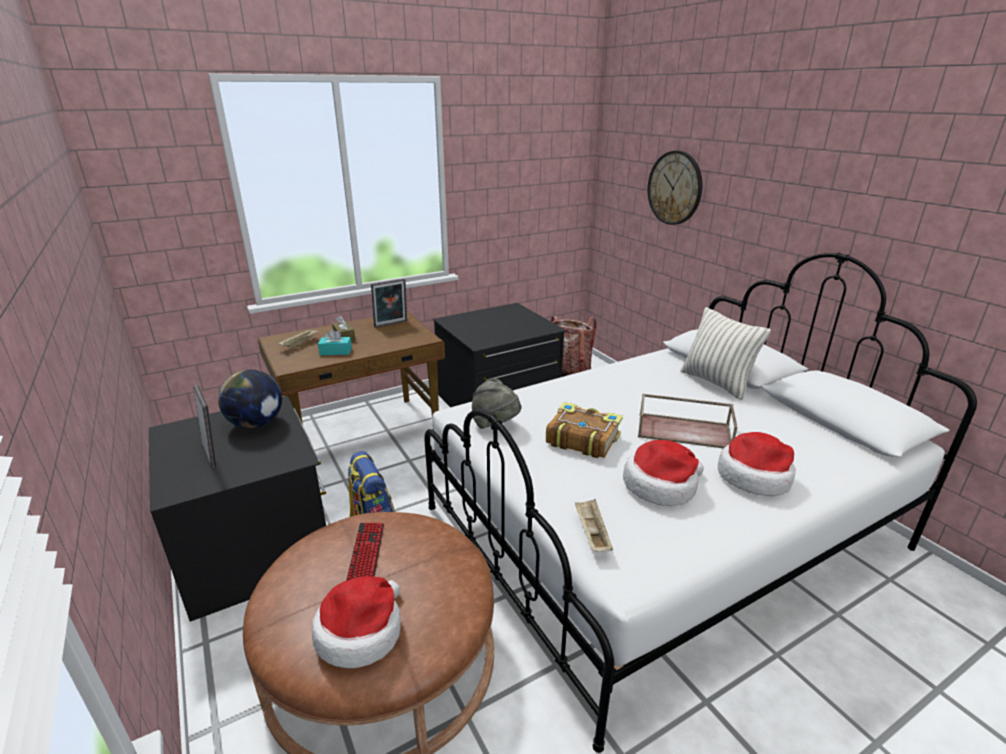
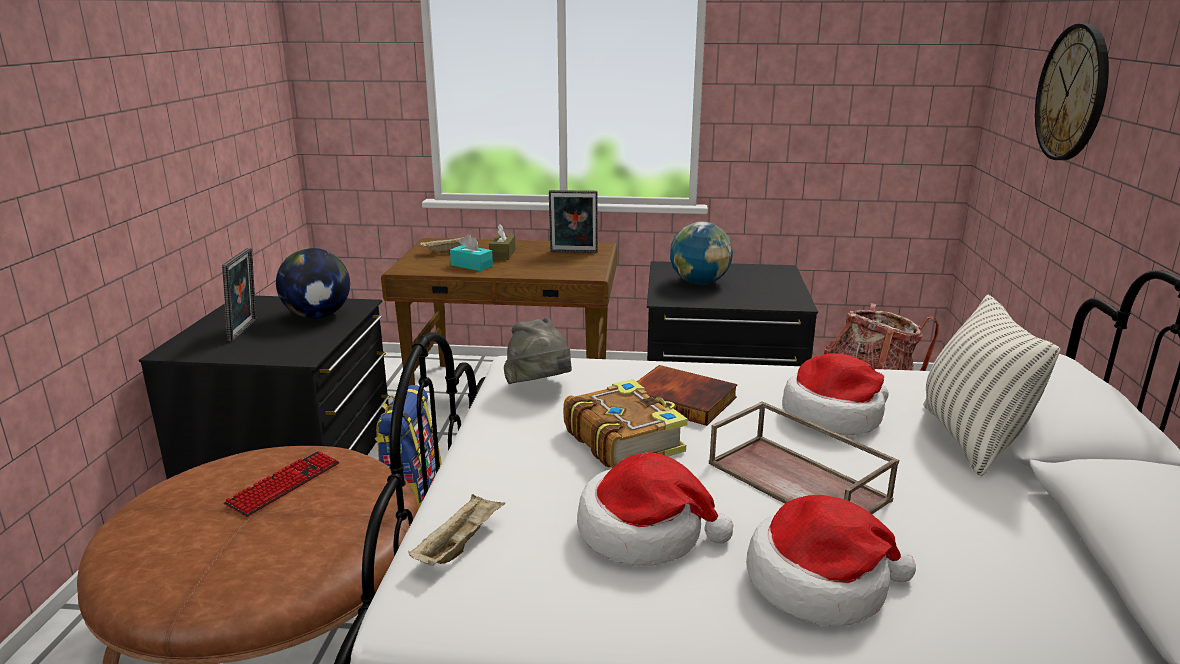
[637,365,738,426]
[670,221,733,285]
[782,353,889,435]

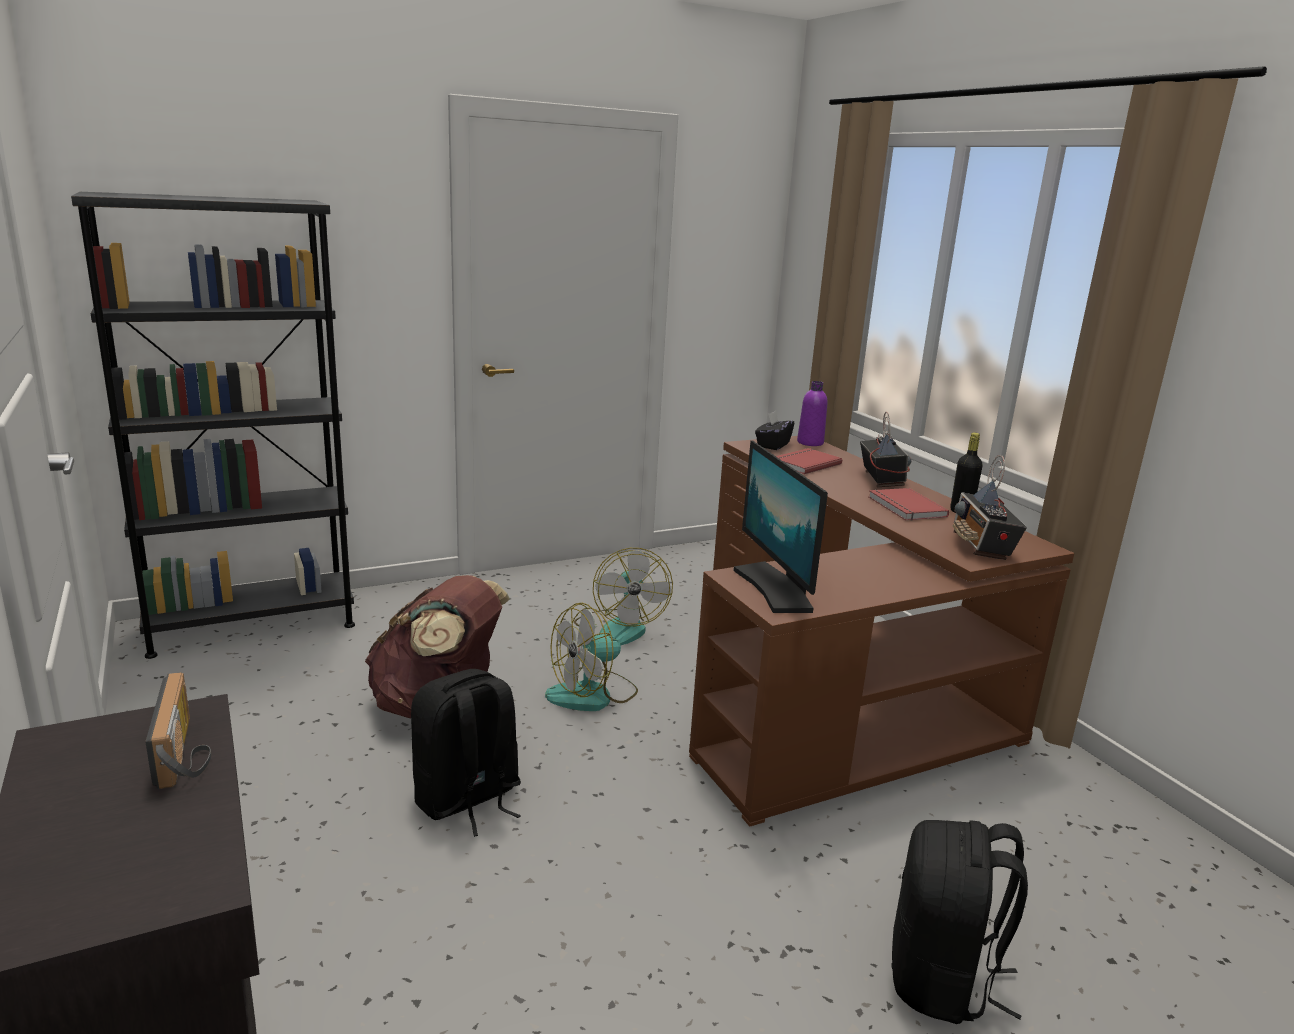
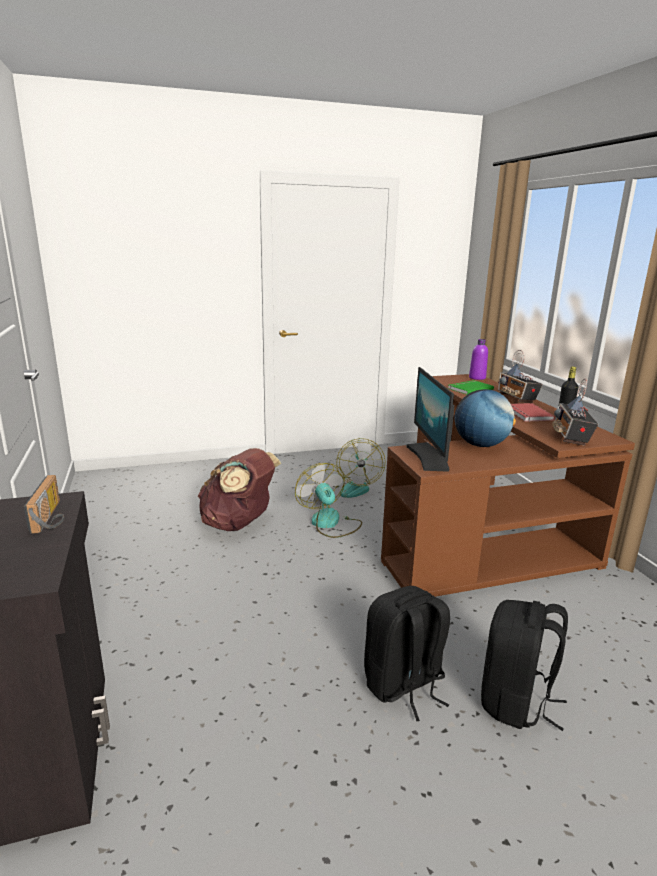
[71,192,355,659] (first image)
[755,411,795,450] (first image)
[455,389,516,447]
[364,586,450,721]
[447,380,494,395]
[295,463,362,538]
[498,350,543,403]

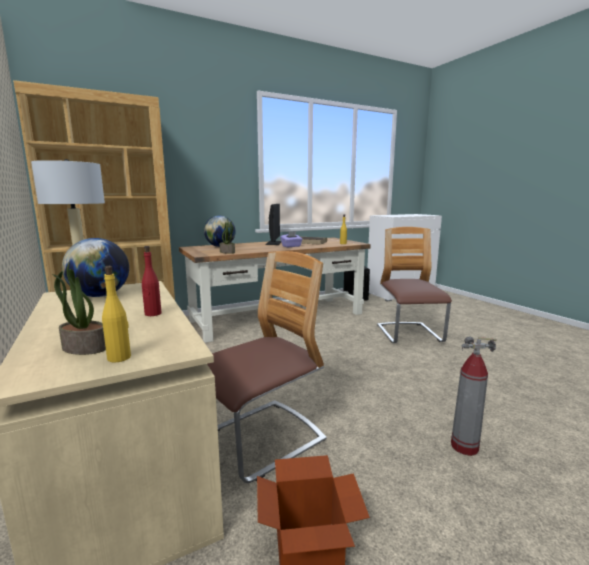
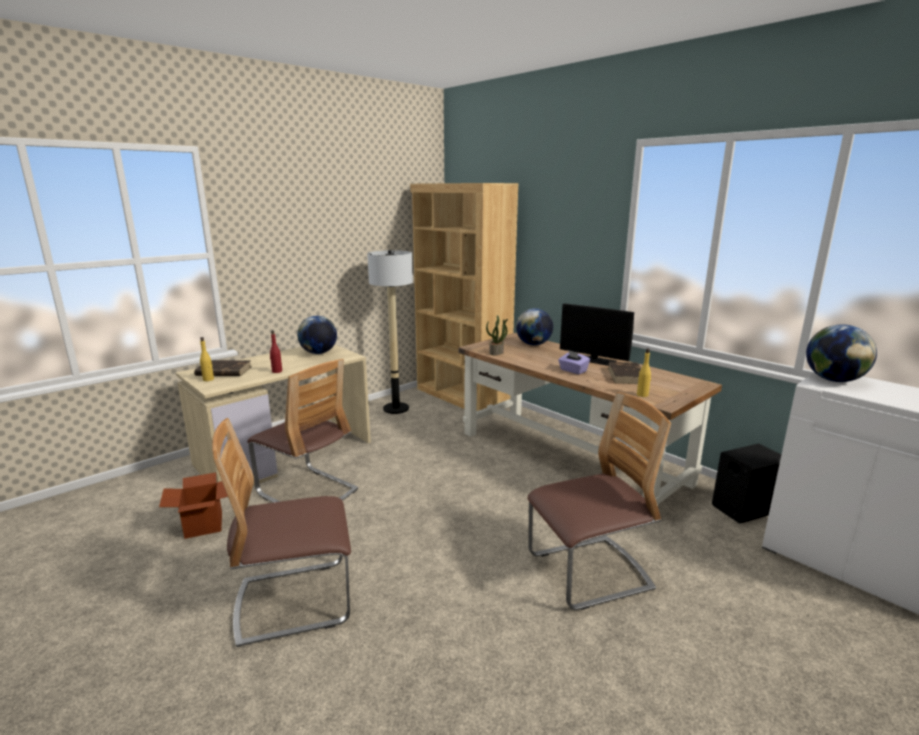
[806,324,877,382]
[194,360,251,376]
[212,418,351,647]
[560,304,634,366]

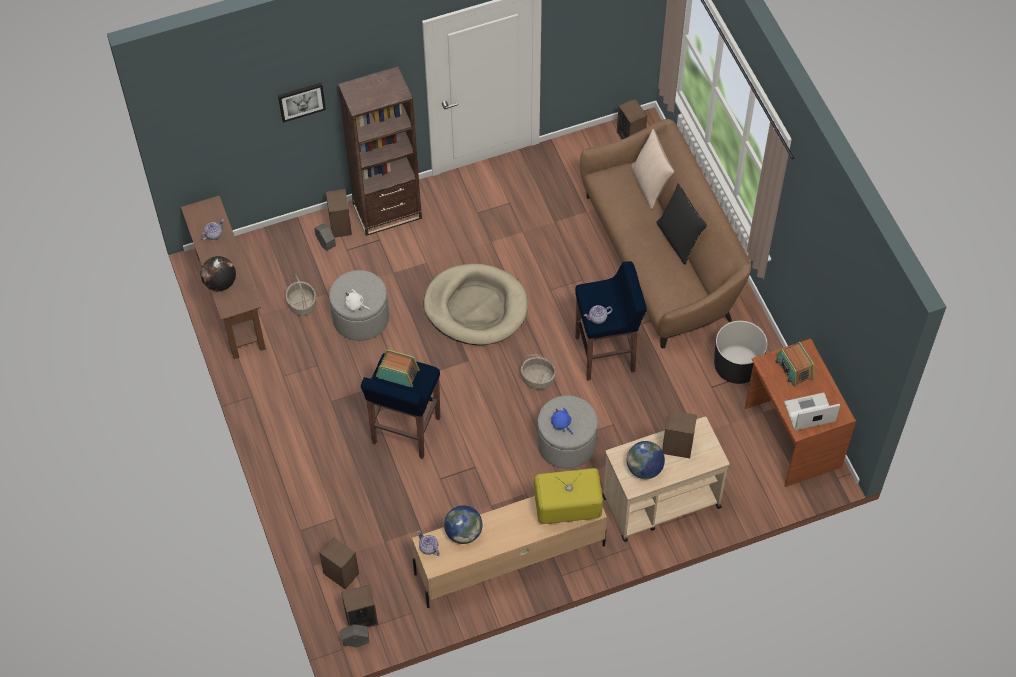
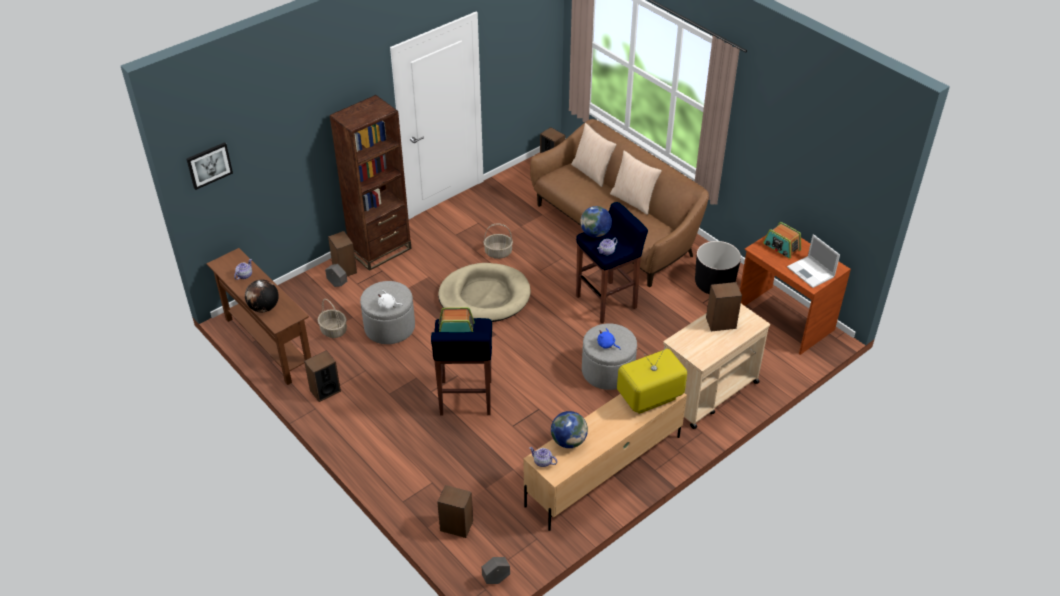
[187,142,233,190]
[304,350,341,402]
[483,223,513,259]
[580,206,612,238]
[610,150,662,215]
[787,234,840,288]

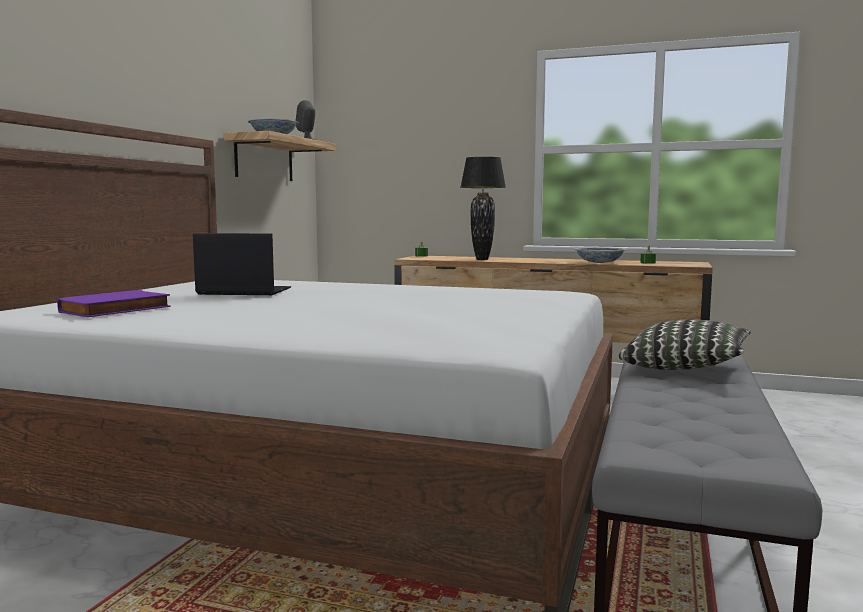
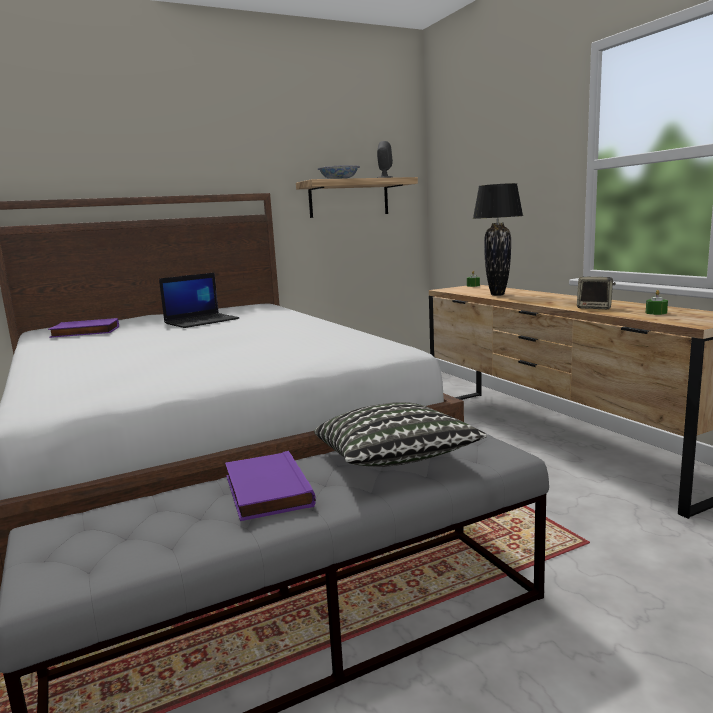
[225,451,316,521]
[577,277,616,309]
[159,273,239,328]

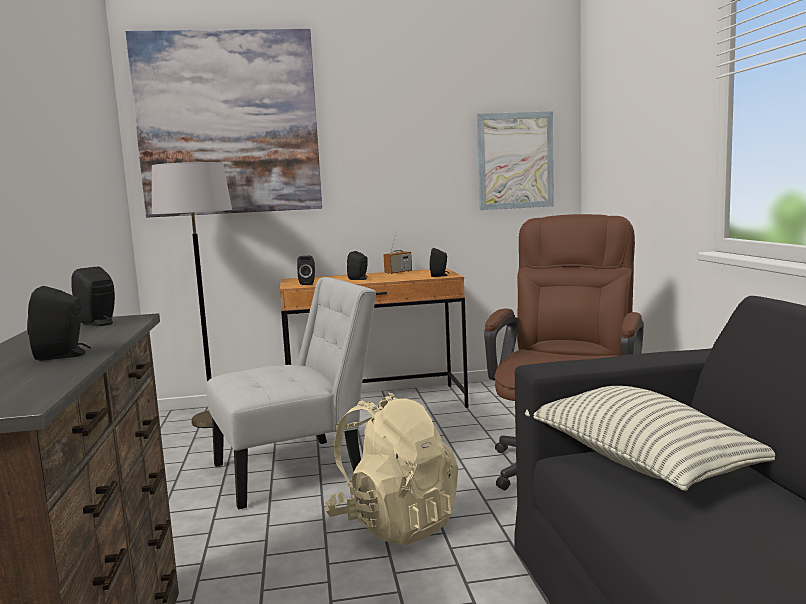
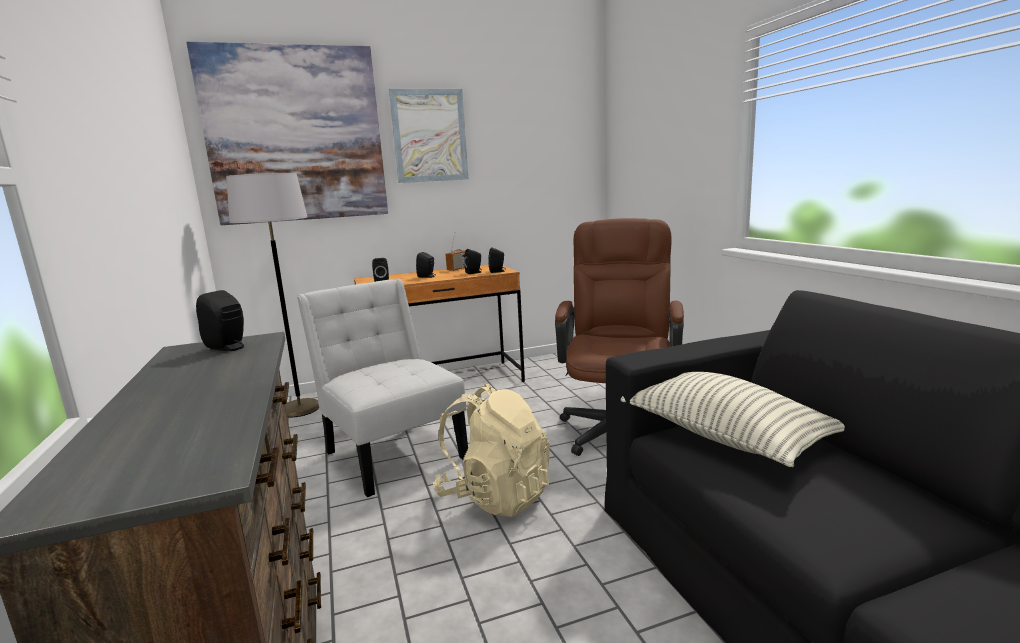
[464,249,482,274]
[389,89,468,183]
[297,279,468,497]

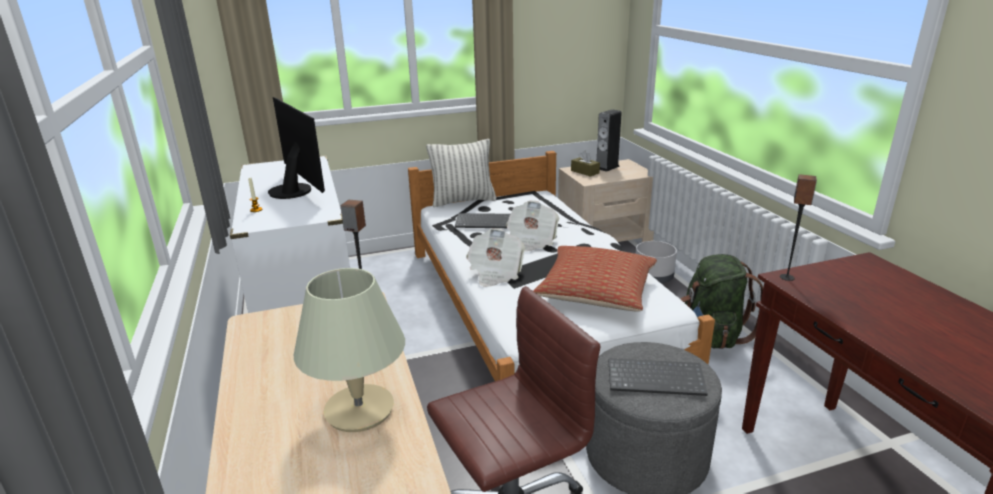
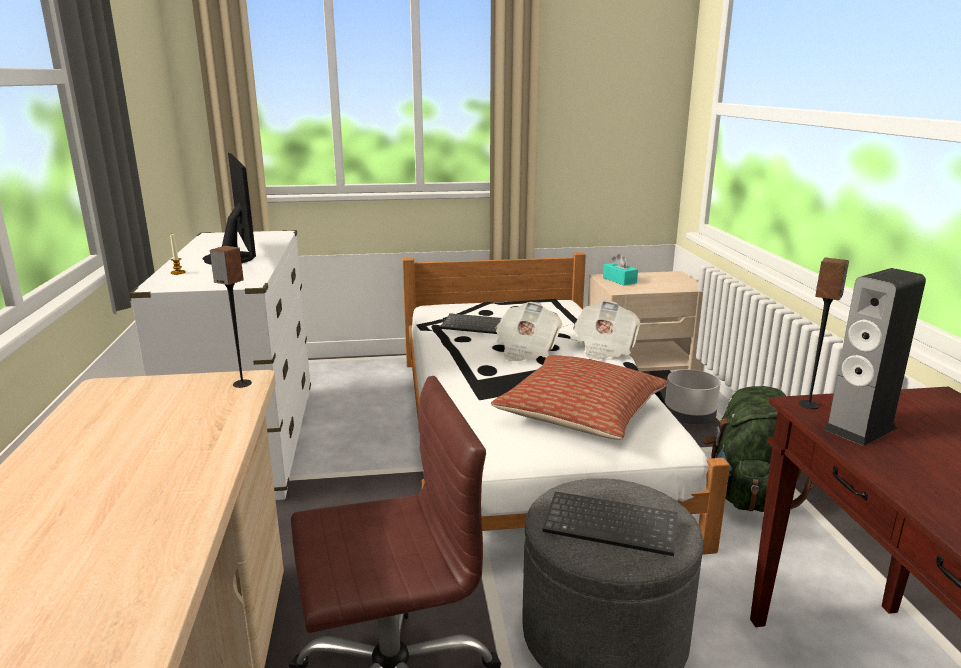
[294,268,405,432] (first image)
[426,139,496,207] (first image)
[573,300,641,360]
[823,268,926,446]
[603,253,638,285]

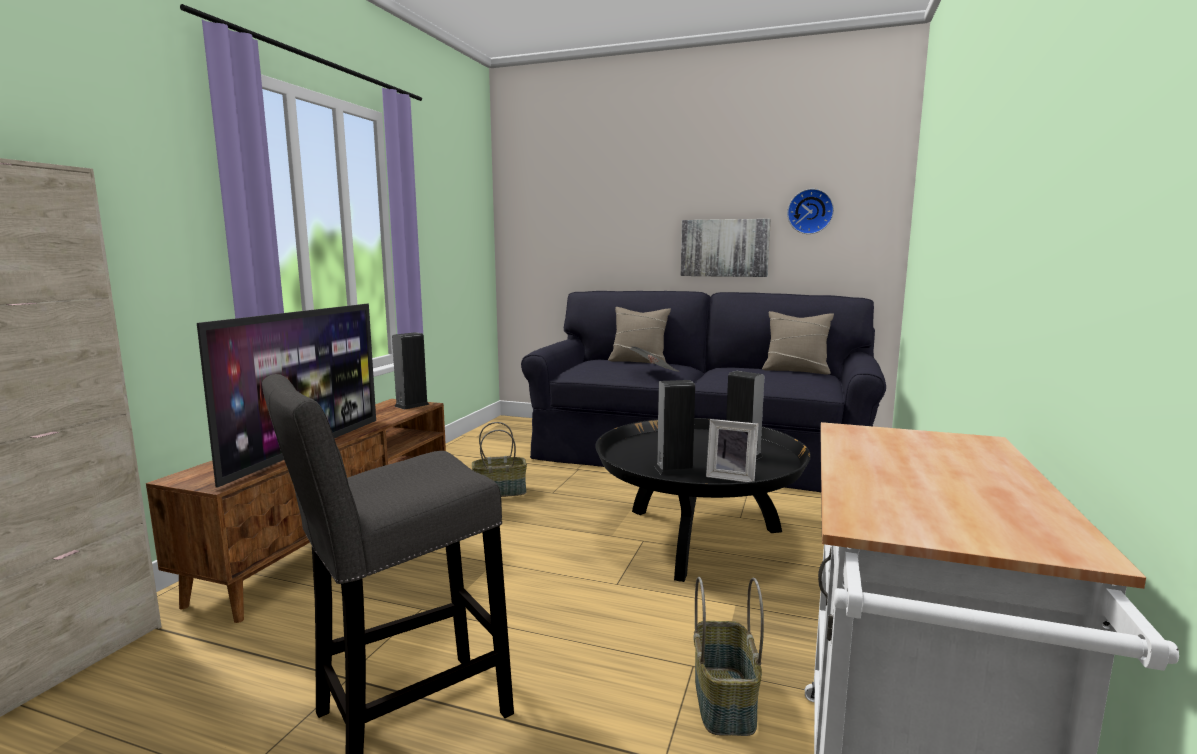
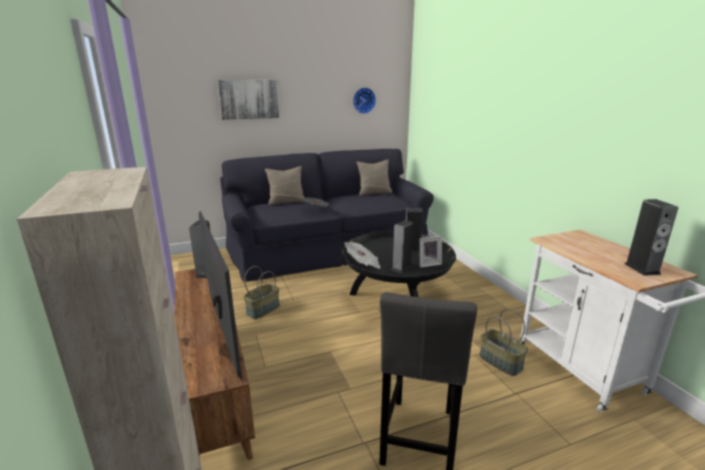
[344,242,380,268]
[624,199,678,276]
[217,80,279,120]

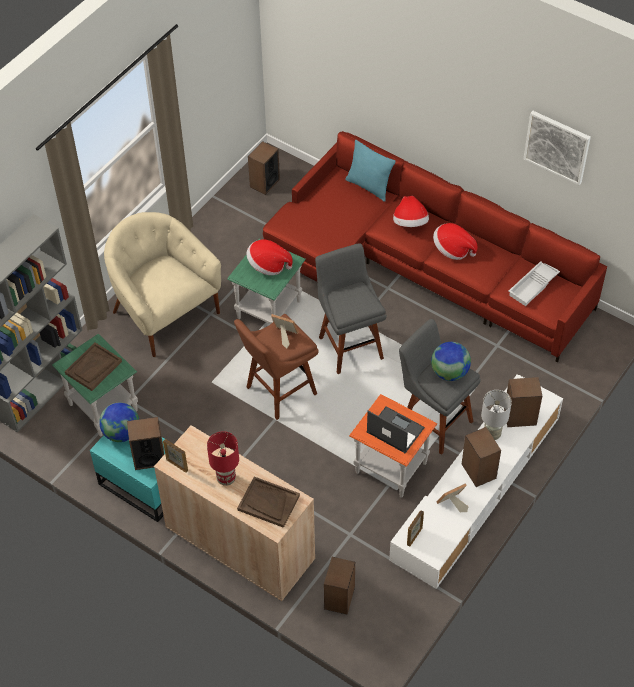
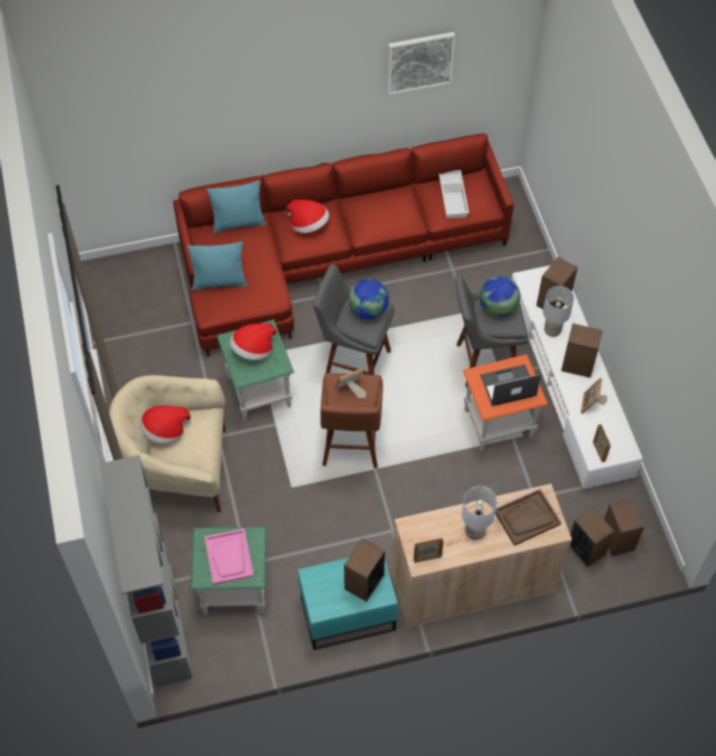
[187,242,247,290]
[348,279,389,320]
[604,499,644,556]
[139,405,191,444]
[204,528,254,585]
[462,486,497,540]

